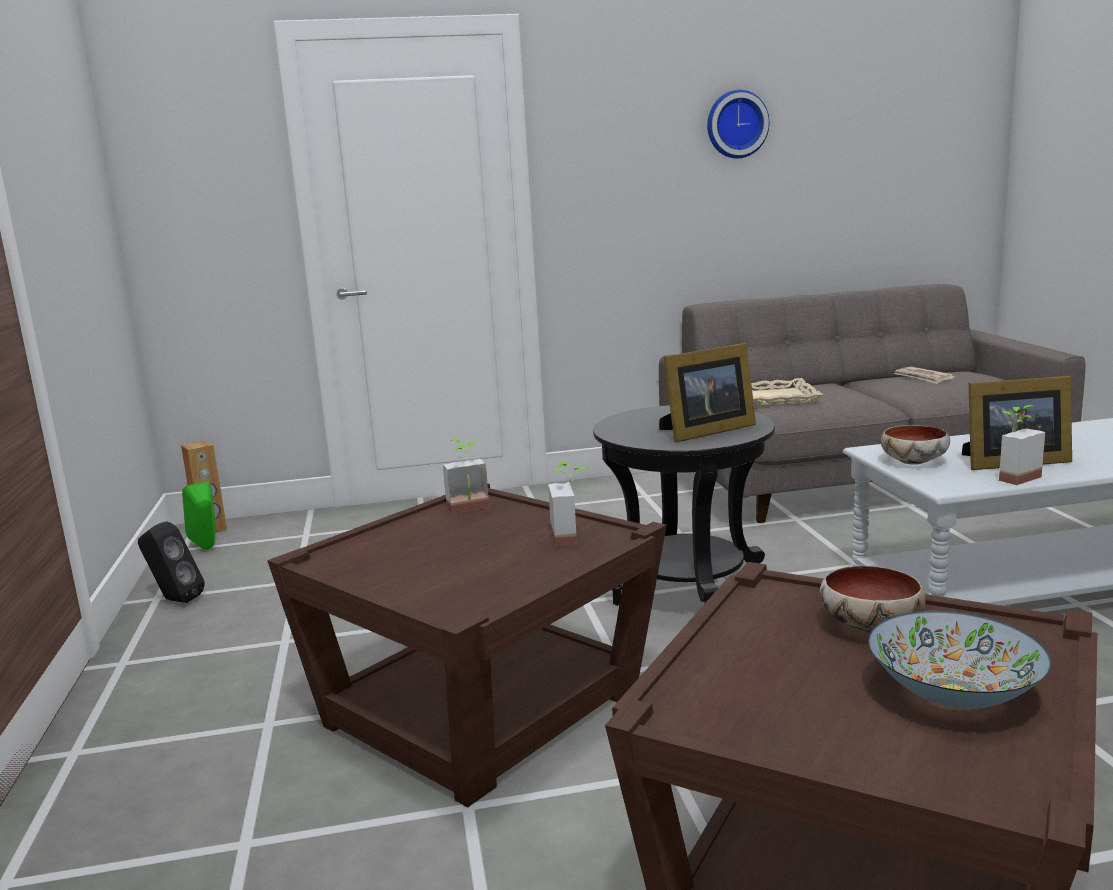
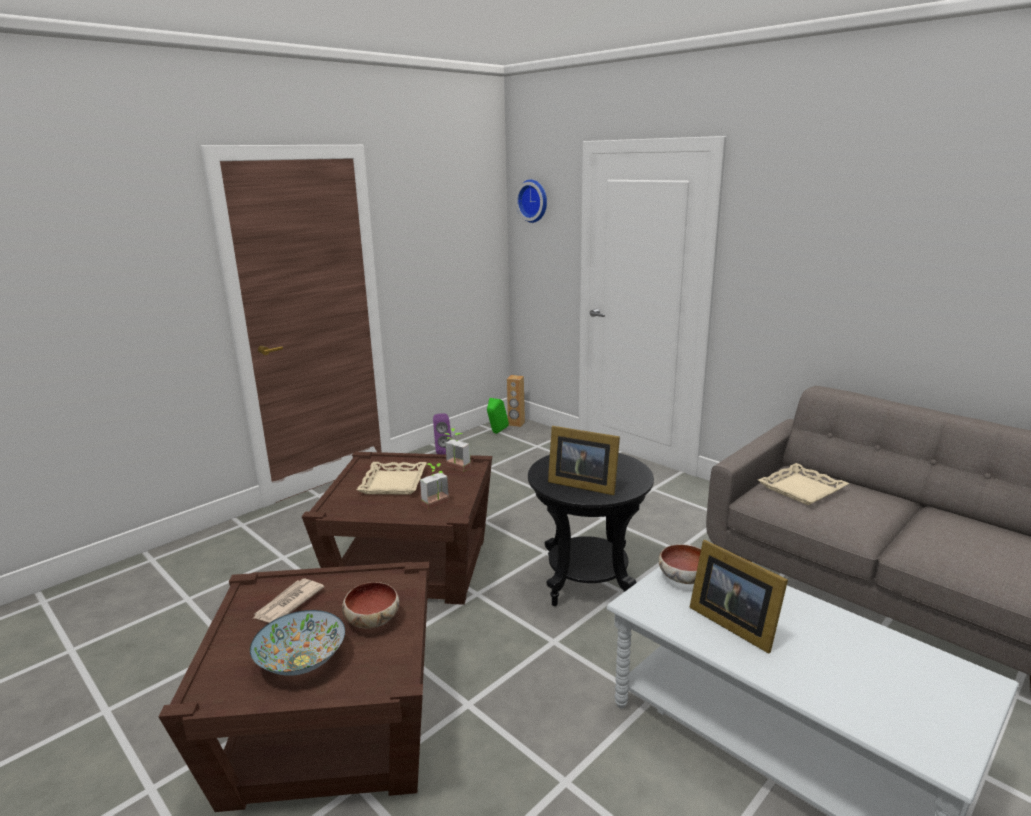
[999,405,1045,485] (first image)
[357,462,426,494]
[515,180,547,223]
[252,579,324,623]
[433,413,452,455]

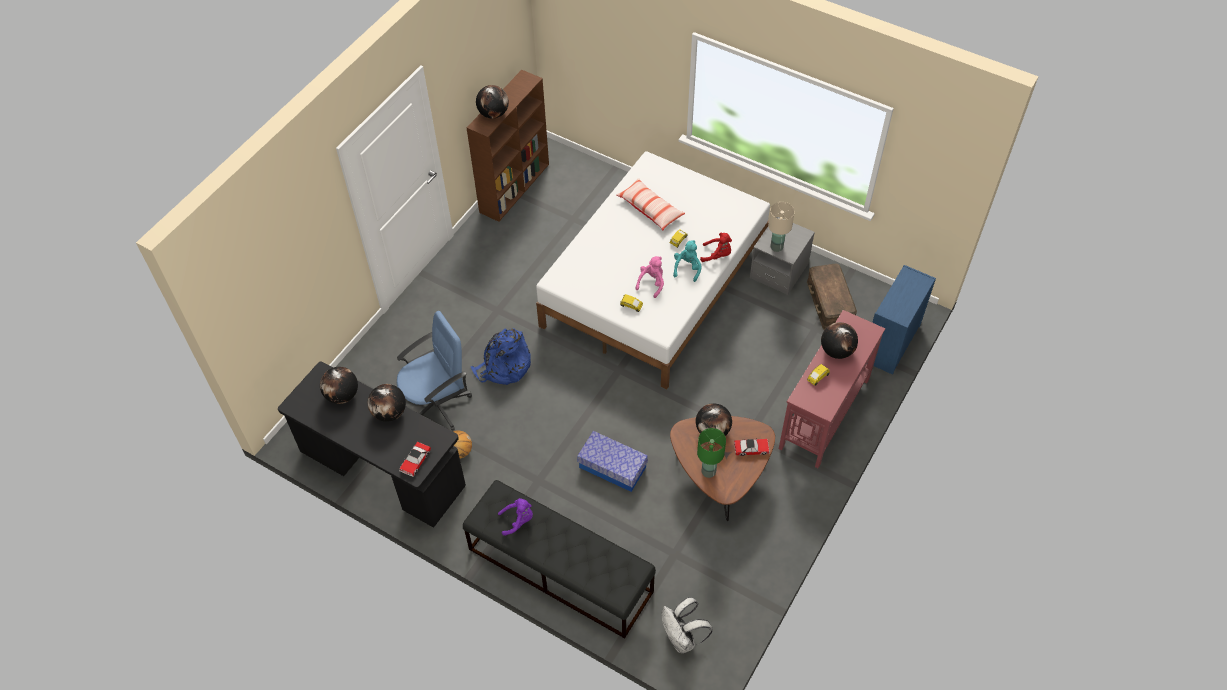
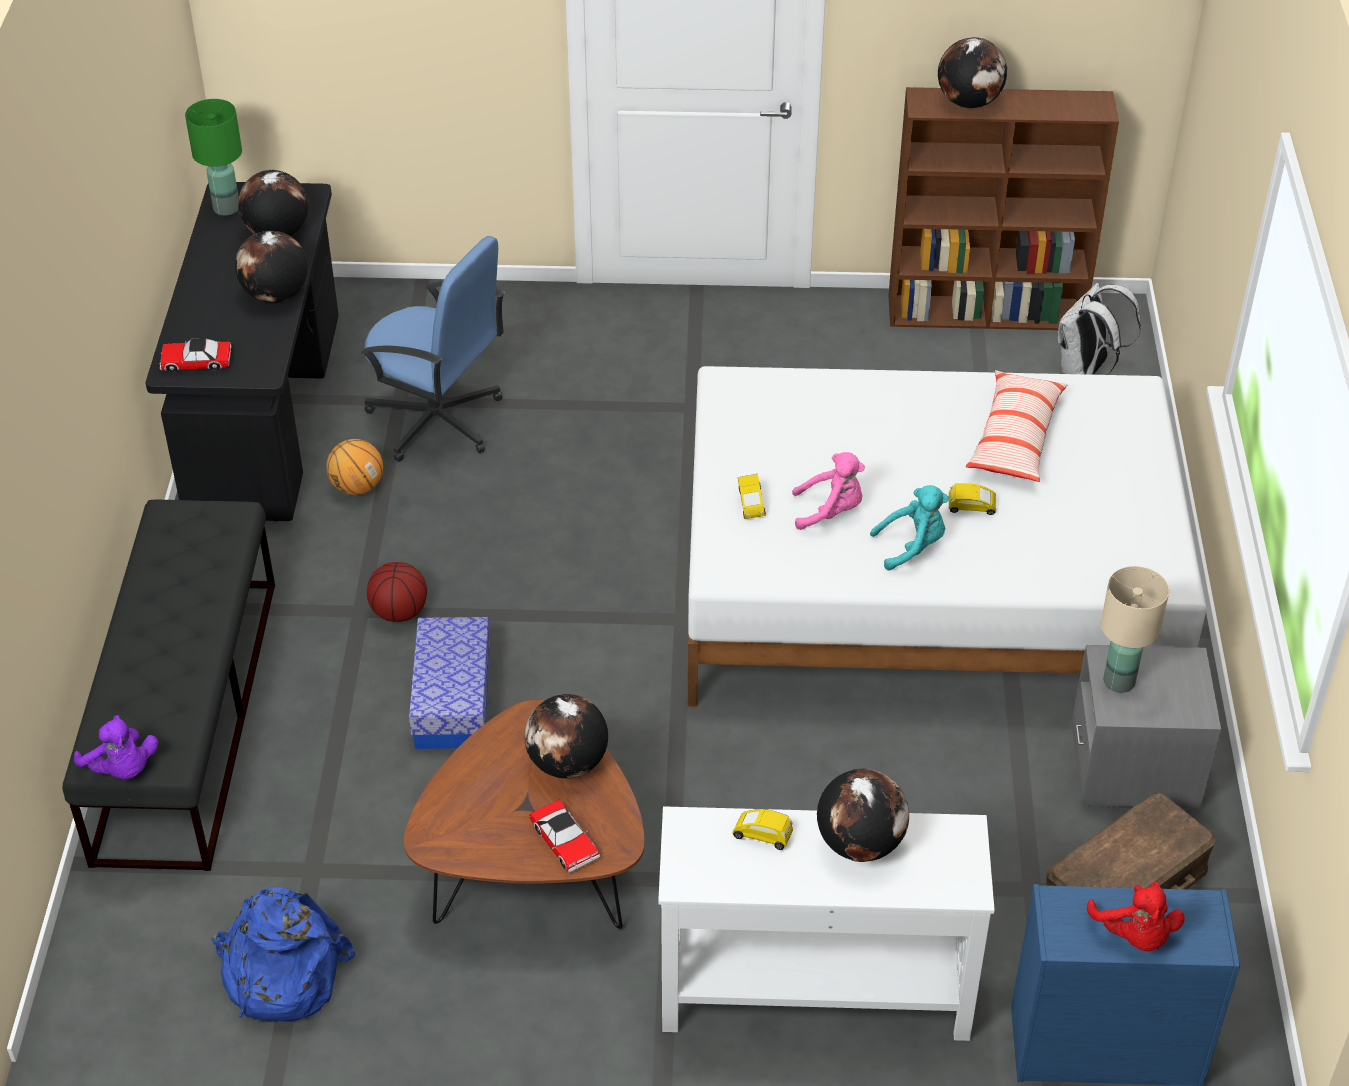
[367,562,427,622]
[211,887,355,1021]
[74,715,158,779]
[1058,283,1141,375]
[185,99,242,216]
[1087,882,1185,951]
[658,806,995,1041]

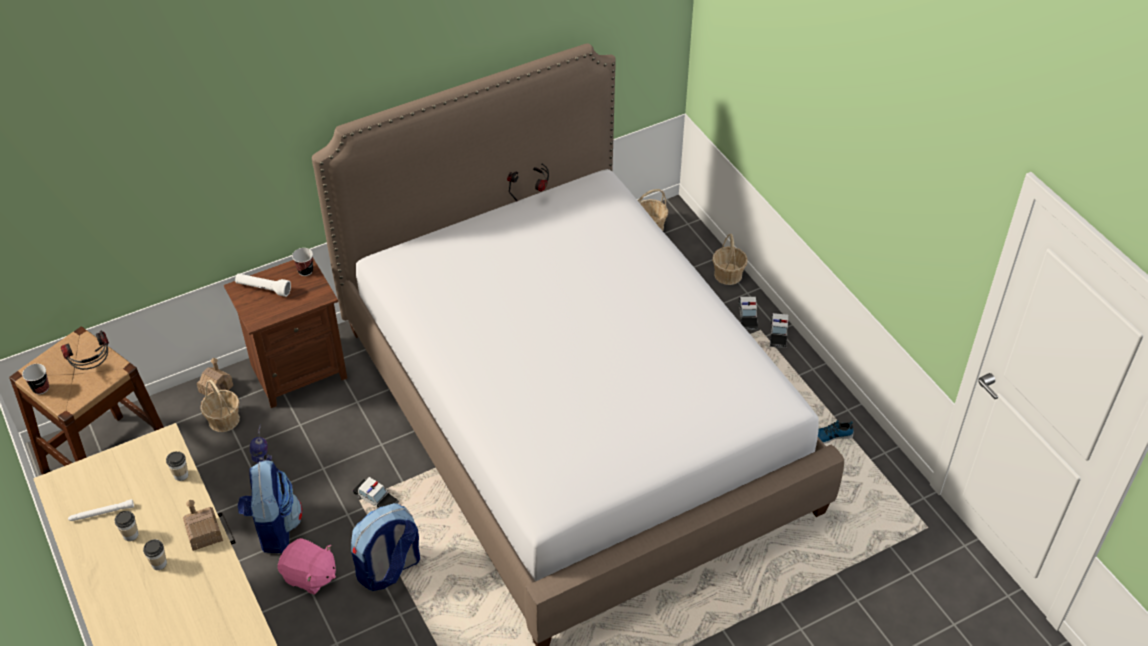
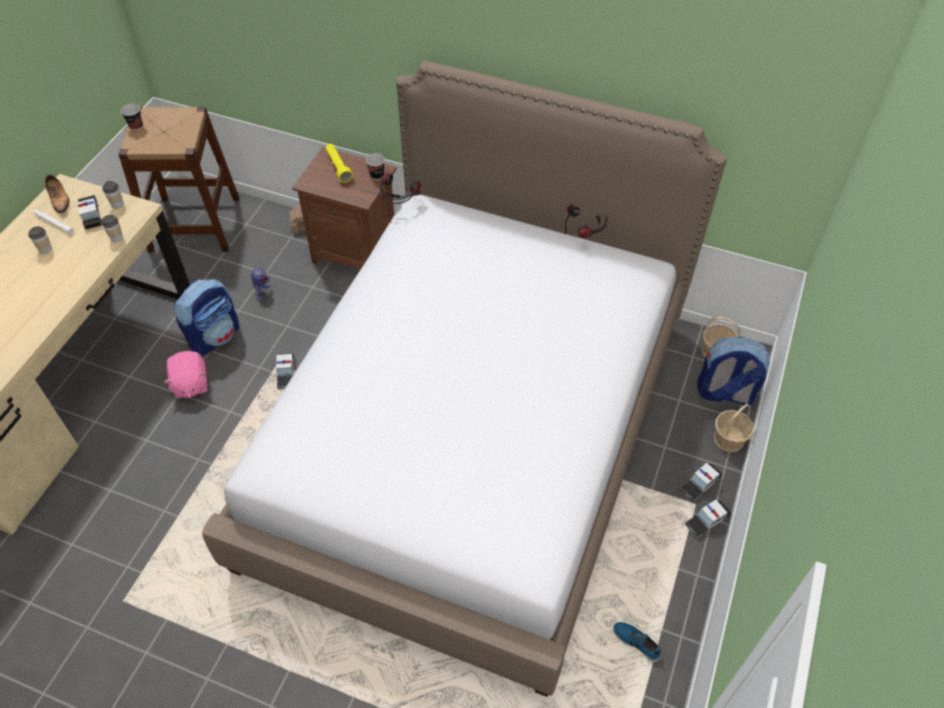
[183,500,223,551] (first image)
[200,380,240,432] (first image)
[45,175,70,214]
[77,195,102,230]
[380,173,421,204]
[102,181,124,208]
[697,337,770,405]
[326,144,353,183]

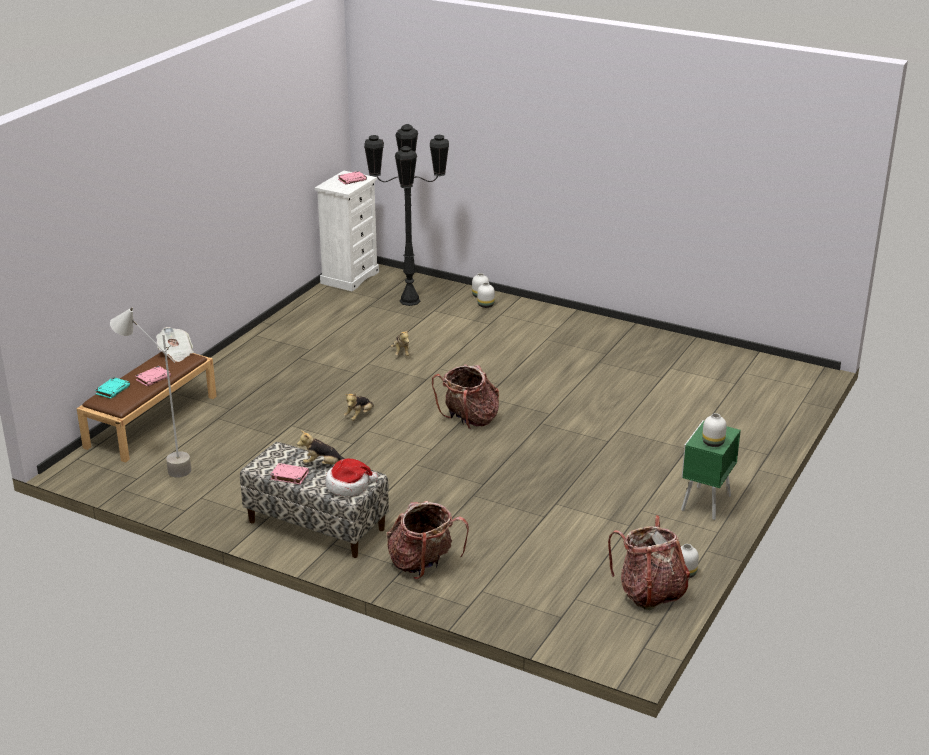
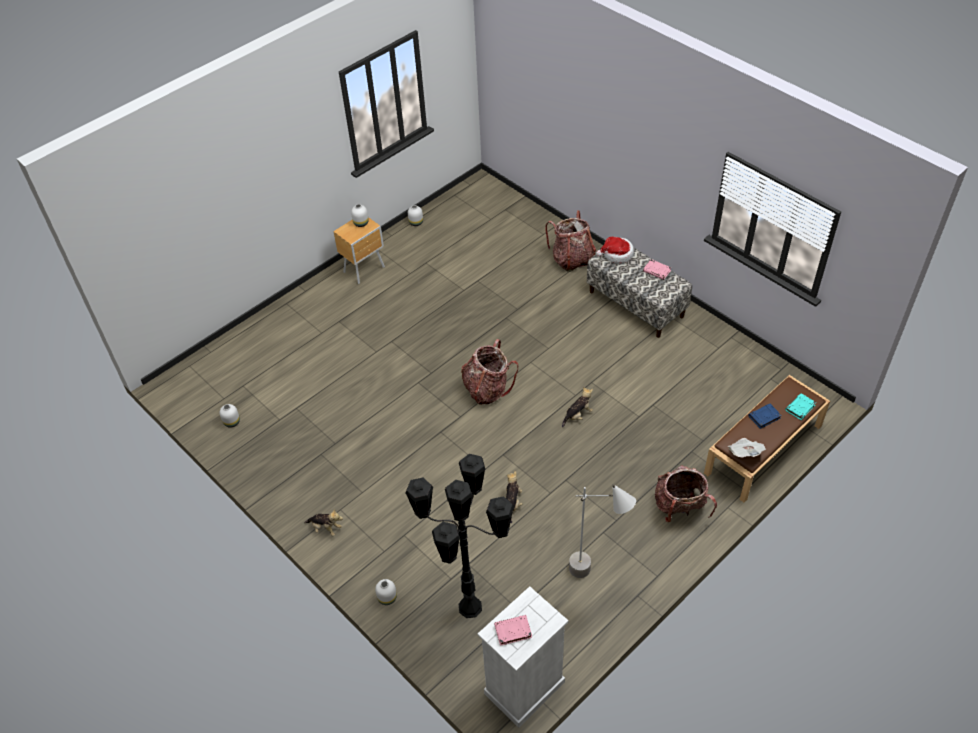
[569,484,636,578]
[304,509,343,536]
[220,404,240,428]
[655,465,717,522]
[748,404,782,429]
[333,217,385,284]

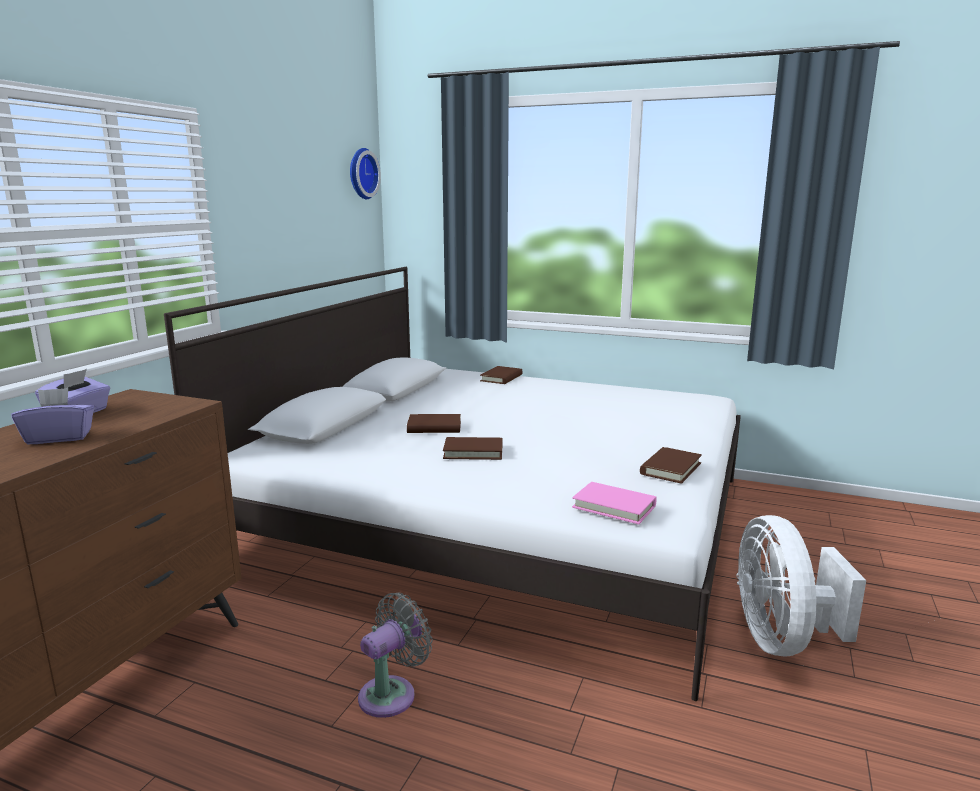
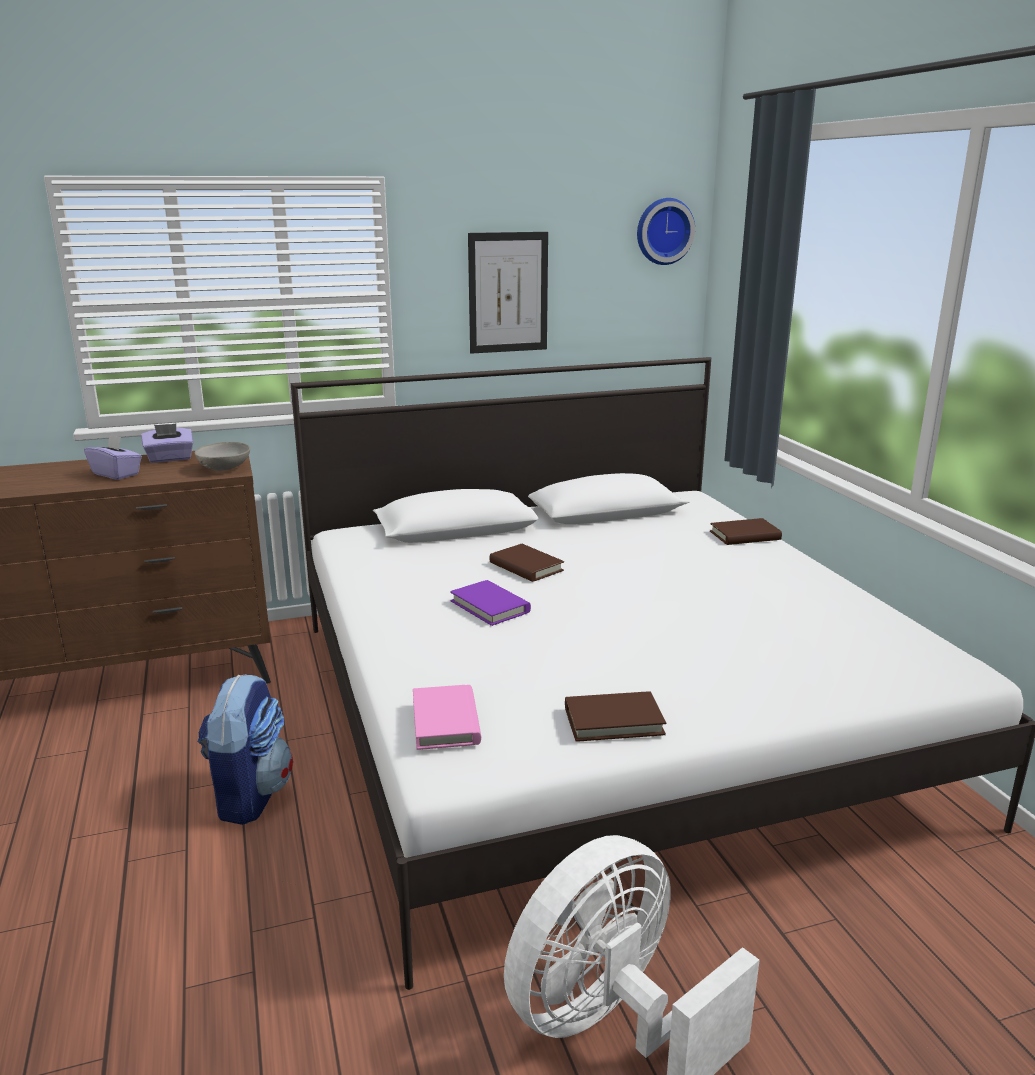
[195,442,250,471]
[468,232,548,354]
[197,674,293,825]
[450,580,531,626]

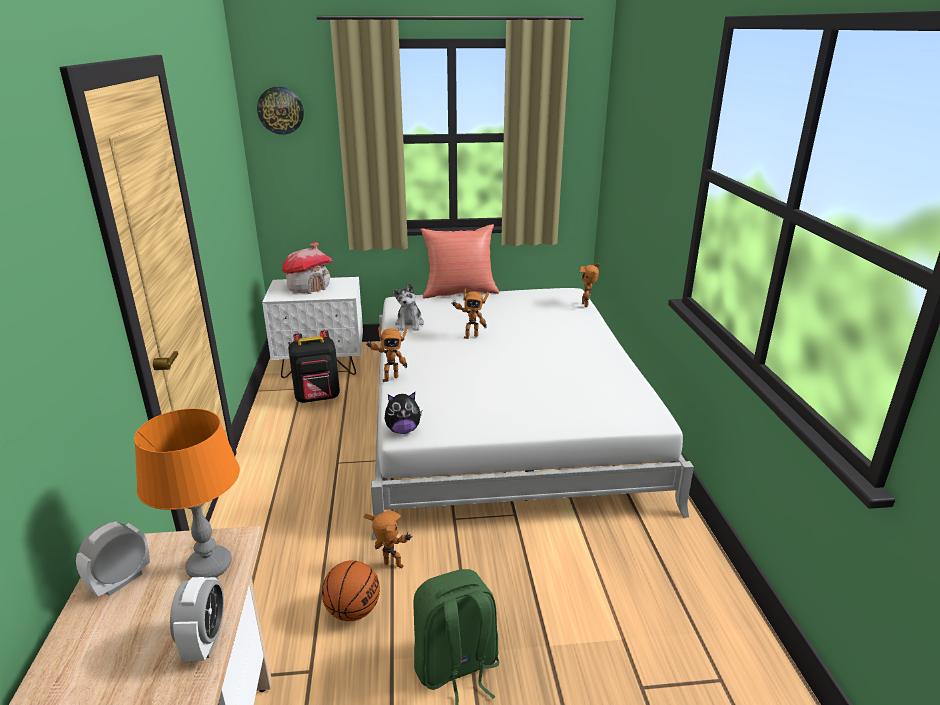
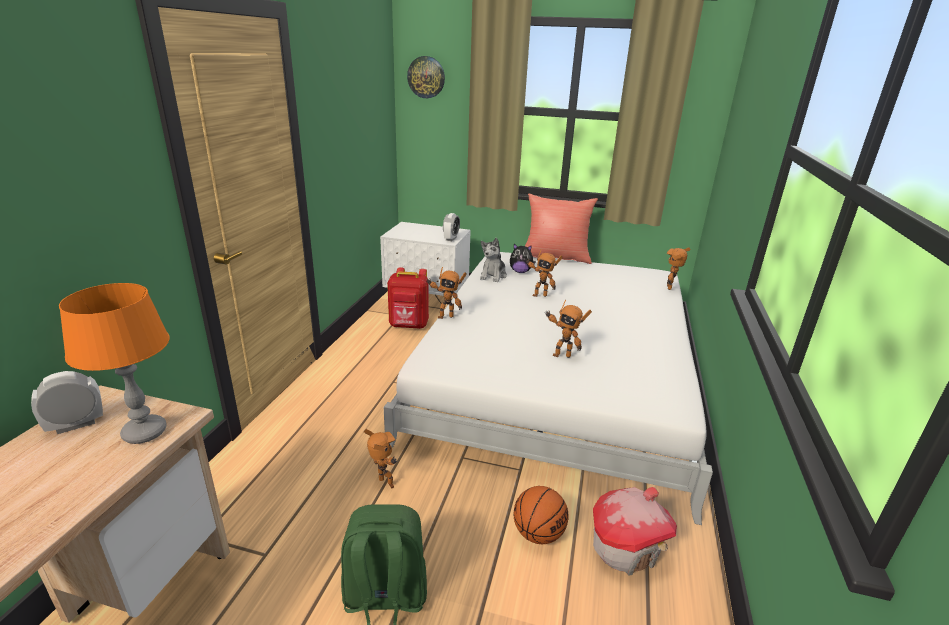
[545,300,592,358]
[443,213,460,241]
[593,487,677,576]
[514,486,569,544]
[510,244,536,273]
[387,267,429,329]

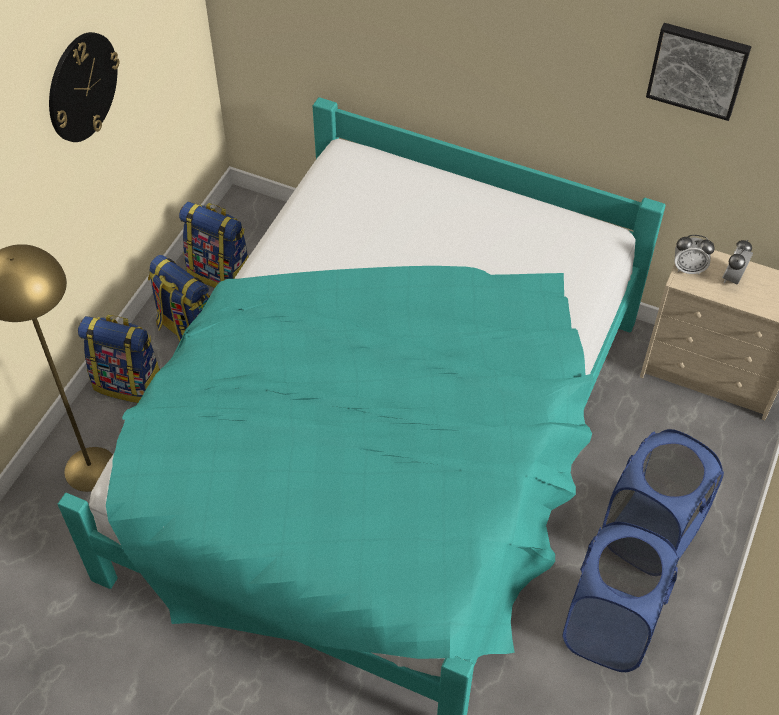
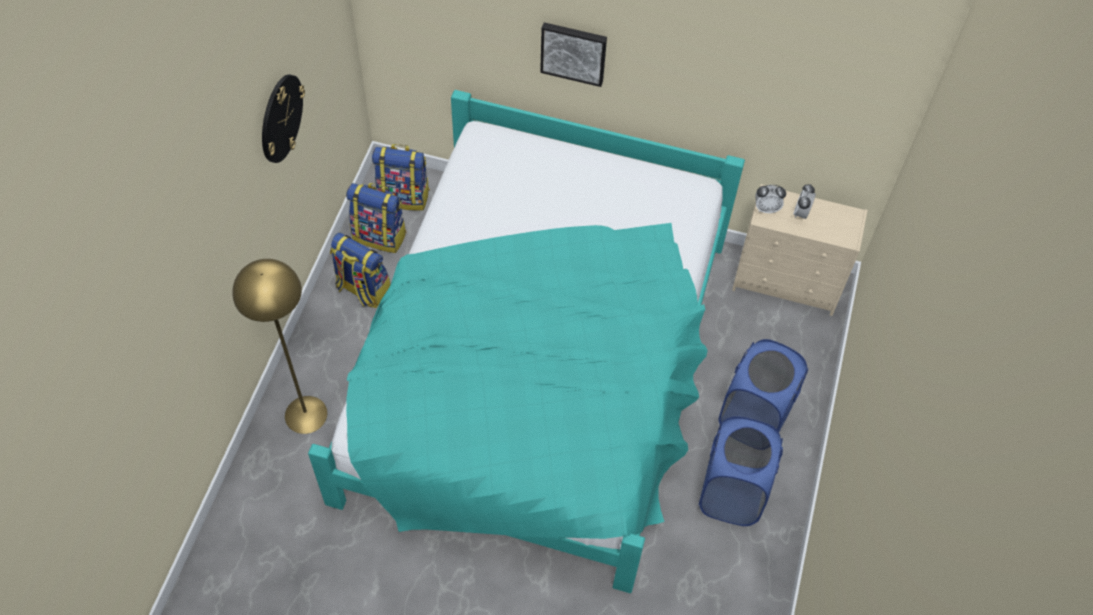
[372,144,430,211]
[540,22,607,87]

